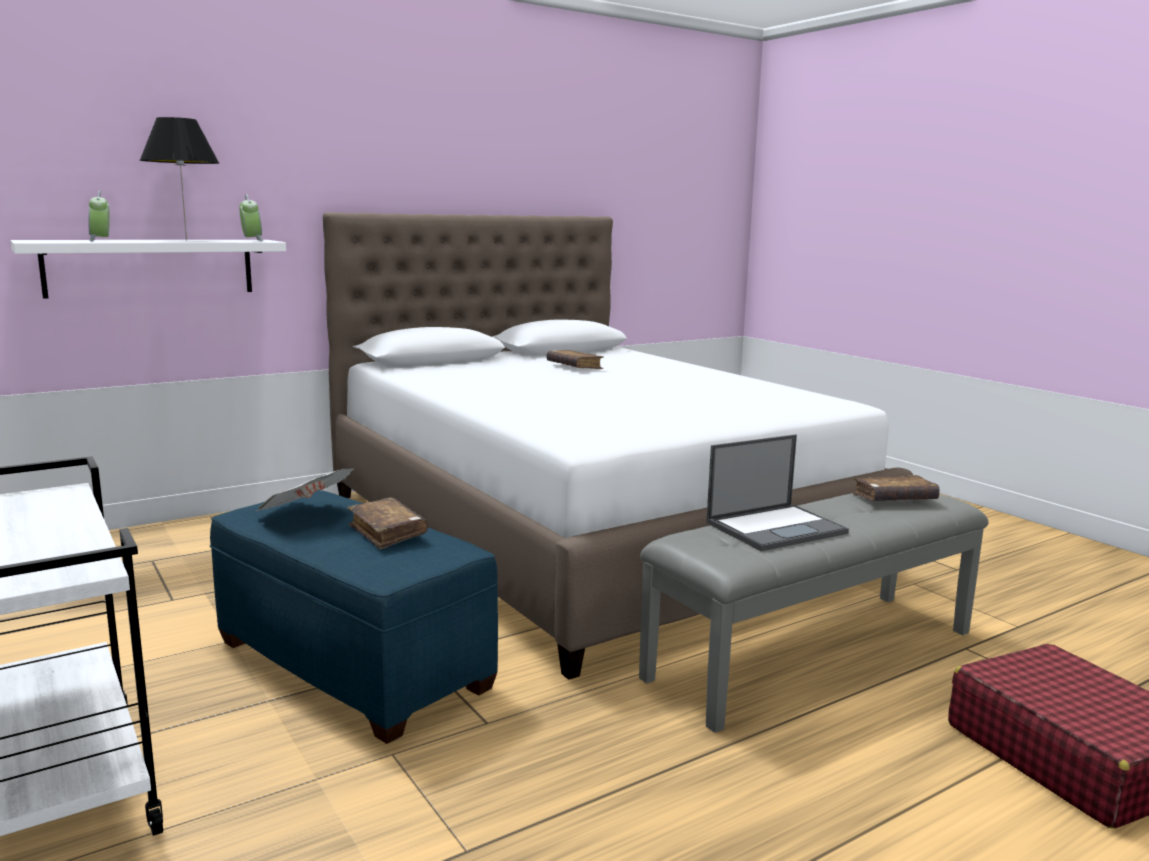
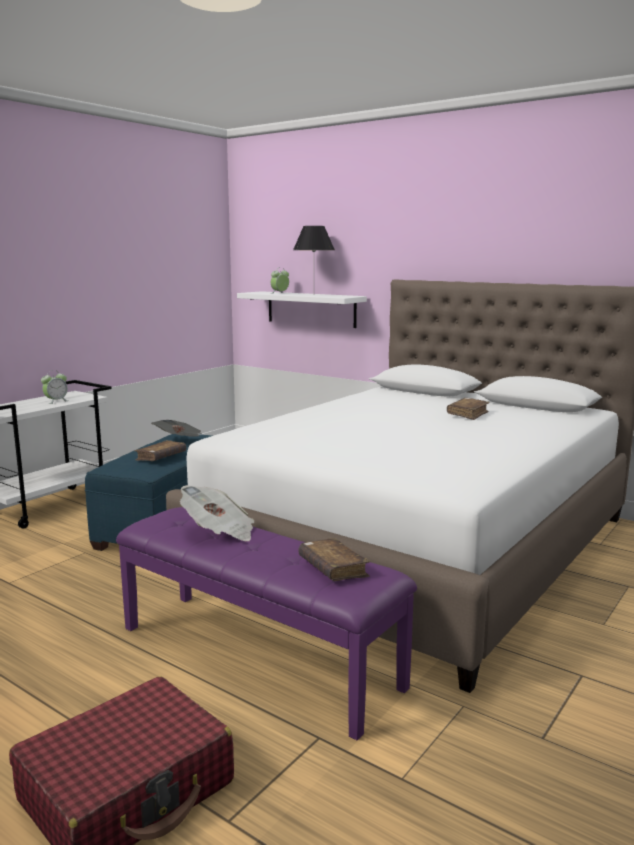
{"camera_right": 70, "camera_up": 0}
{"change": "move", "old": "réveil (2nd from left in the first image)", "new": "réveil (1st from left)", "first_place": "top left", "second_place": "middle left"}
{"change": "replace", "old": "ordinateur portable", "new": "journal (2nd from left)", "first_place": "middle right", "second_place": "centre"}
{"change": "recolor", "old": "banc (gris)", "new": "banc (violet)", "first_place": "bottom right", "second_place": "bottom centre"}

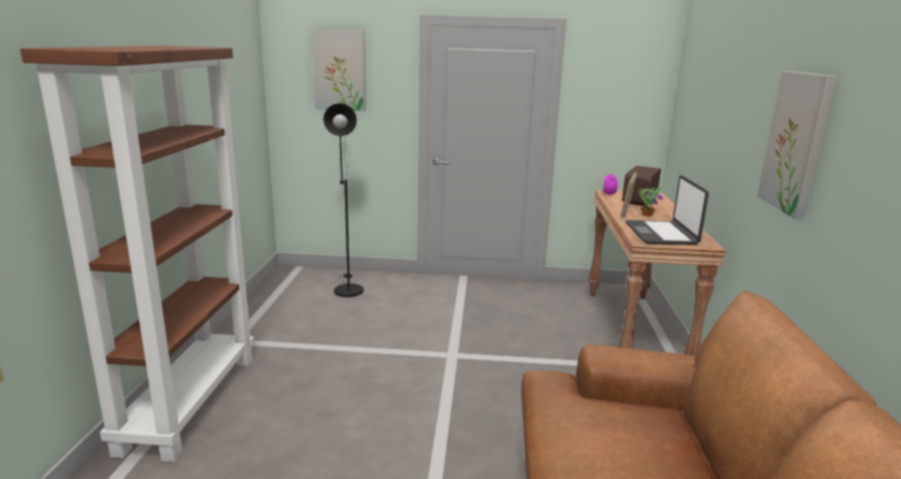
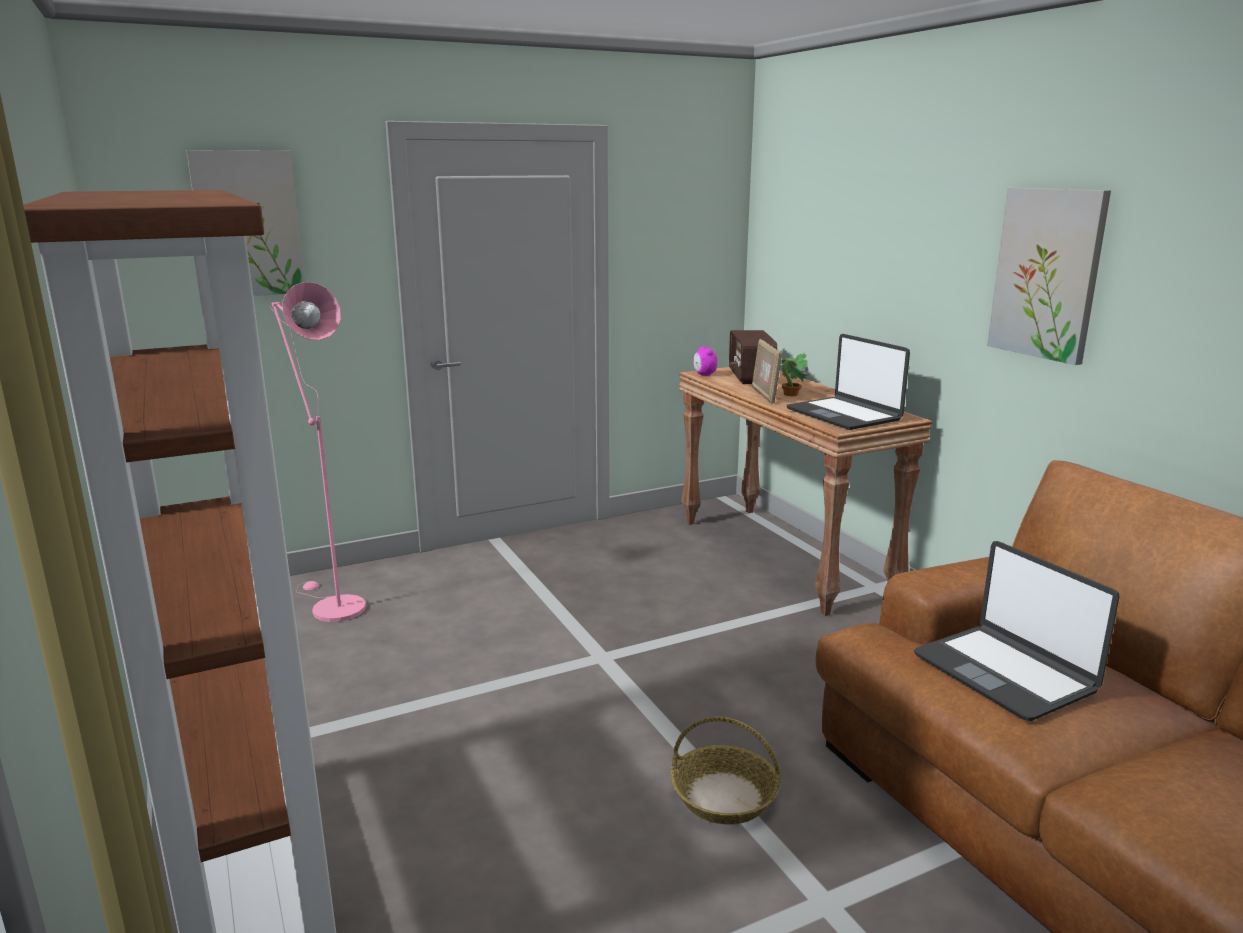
{"camera_right": -30, "camera_up": 0}
{"change": "insert", "new": "panier", "second_place": "bottom centre"}
{"change": "insert", "new": "ordinateur portable (2nd from left)", "second_place": "bottom right"}
{"change": "recolor", "old": "lampadaire (noir)", "new": "lampadaire (rose)", "first_place": "centre", "second_place": "middle left"}

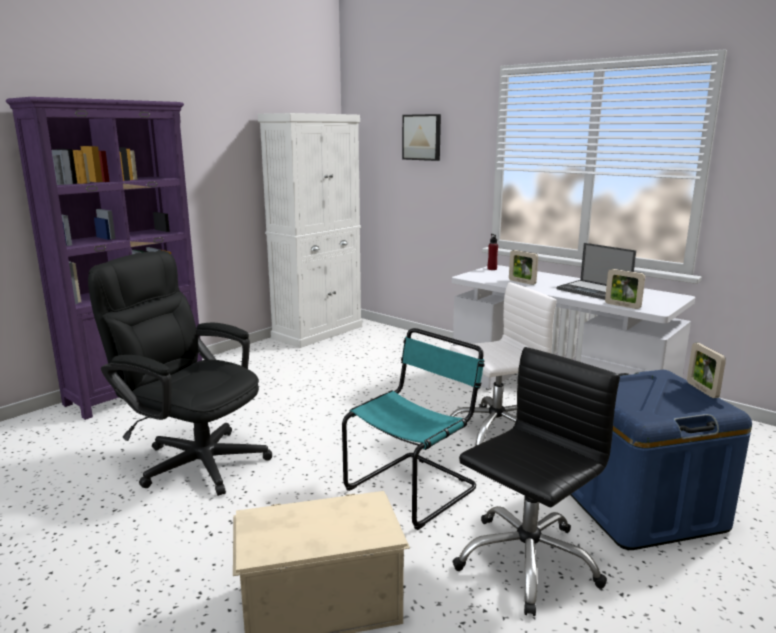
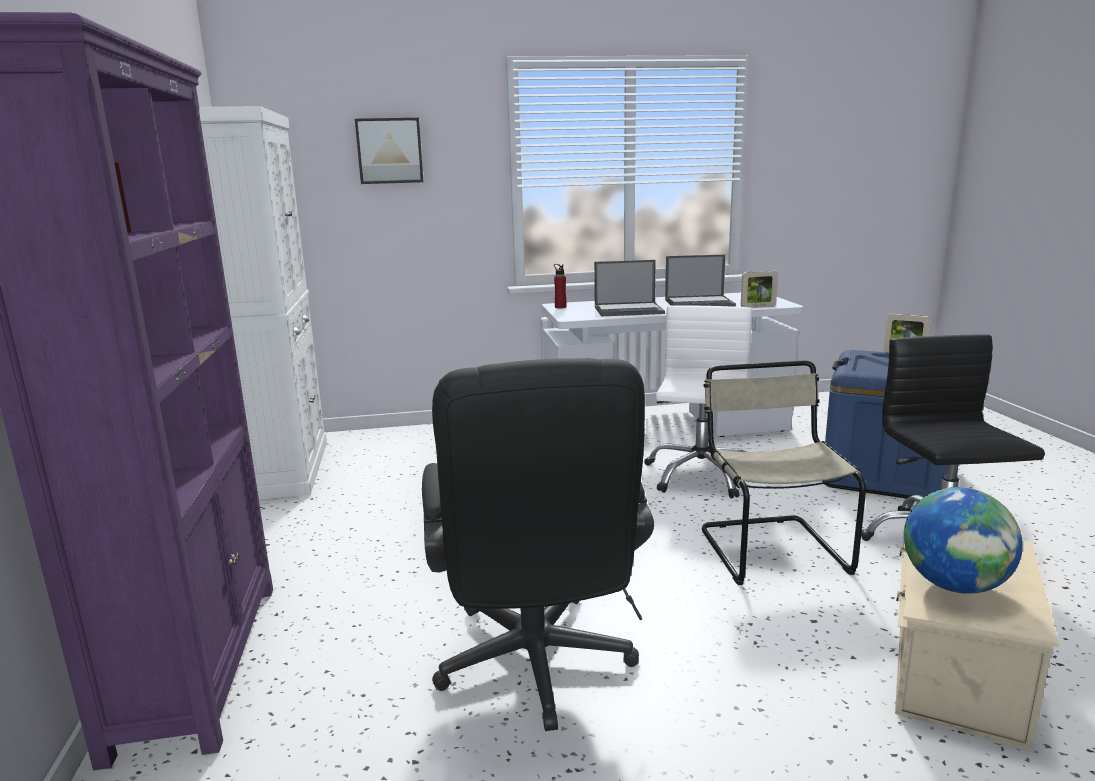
{"camera_right": -50, "camera_up": 0}
{"change": "insert", "new": "globe", "second_place": "bottom right"}
{"change": "replace", "old": "cadre photo (1st from left)", "new": "ordinateur portable (1st from left)", "first_place": "middle right", "second_place": "centre"}
{"change": "recolor", "old": "chaise (turquoise)", "new": "chaise (beige)", "first_place": "bottom centre", "second_place": "middle right"}
{"change": "rotate", "old": "chaise de bureau (noir) (1st from left)", "first_place": "middle left", "second_place": "bottom centre", "degrees": -75}

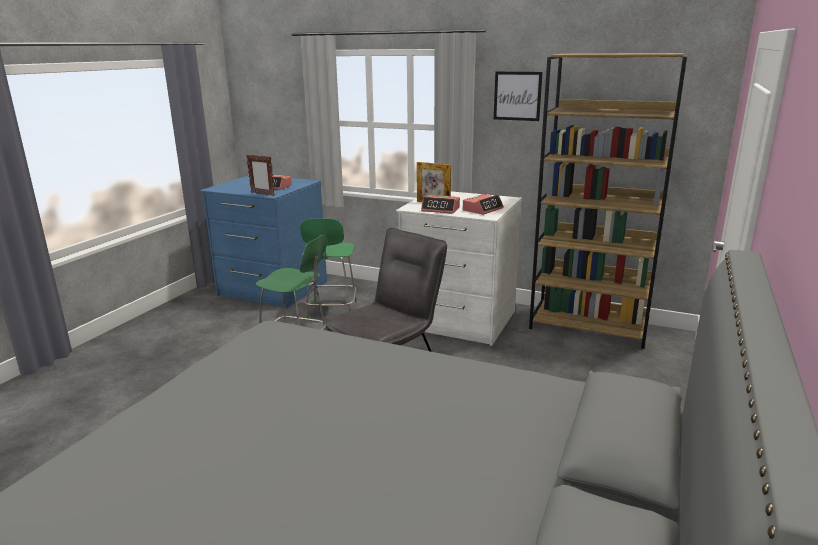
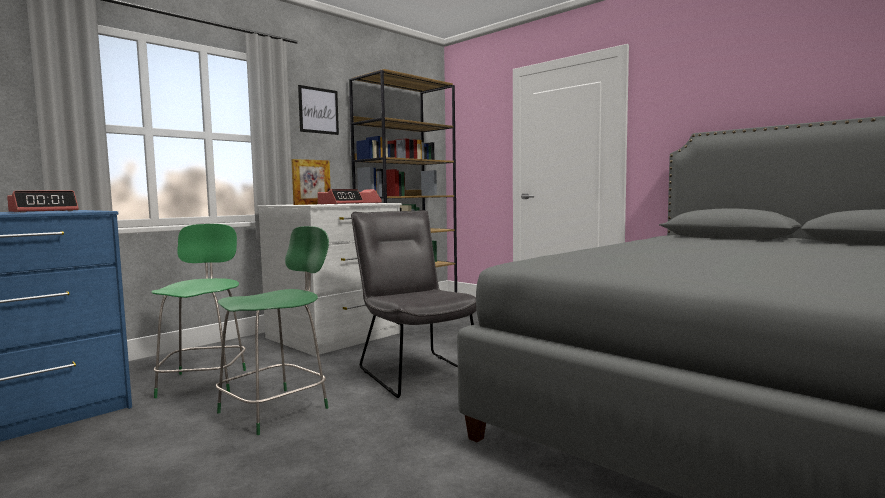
{"camera_right": -70, "camera_up": -15}
{"change": "delete", "old": "cadre photo (1st from left)", "first_place": "top left"}
{"change": "rotate", "old": "chaise (vert) (2nd from left in the first image)", "first_place": "centre", "second_place": "middle left", "degrees": -120}

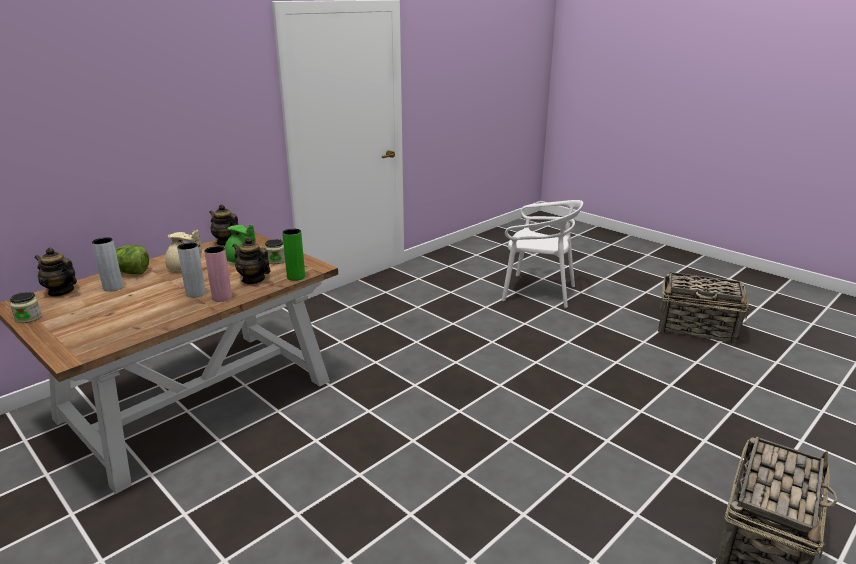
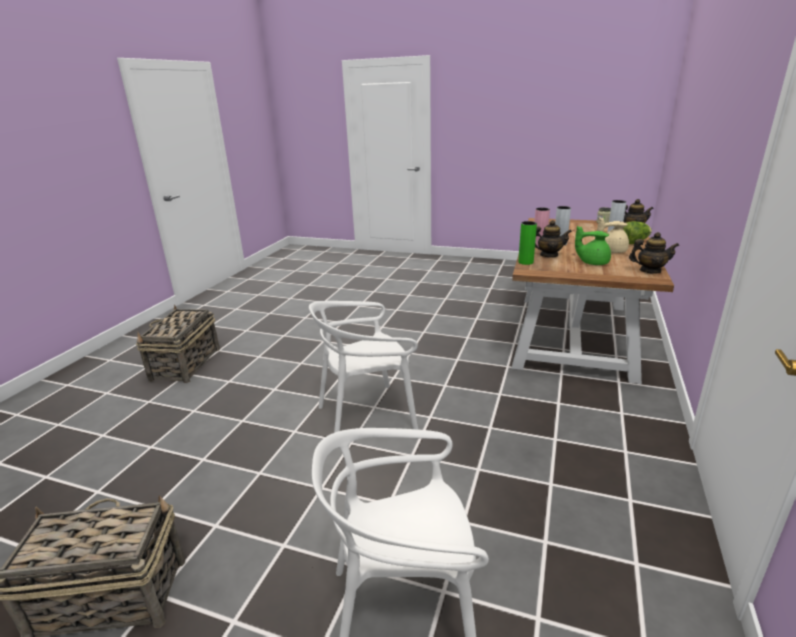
{"camera_right": 155, "camera_up": 0}
{"change": "delete", "old": "bocal (2nd from left)", "first_place": "middle left"}
{"change": "insert", "new": "chaise (blanc) (1st from left)", "second_place": "centre"}

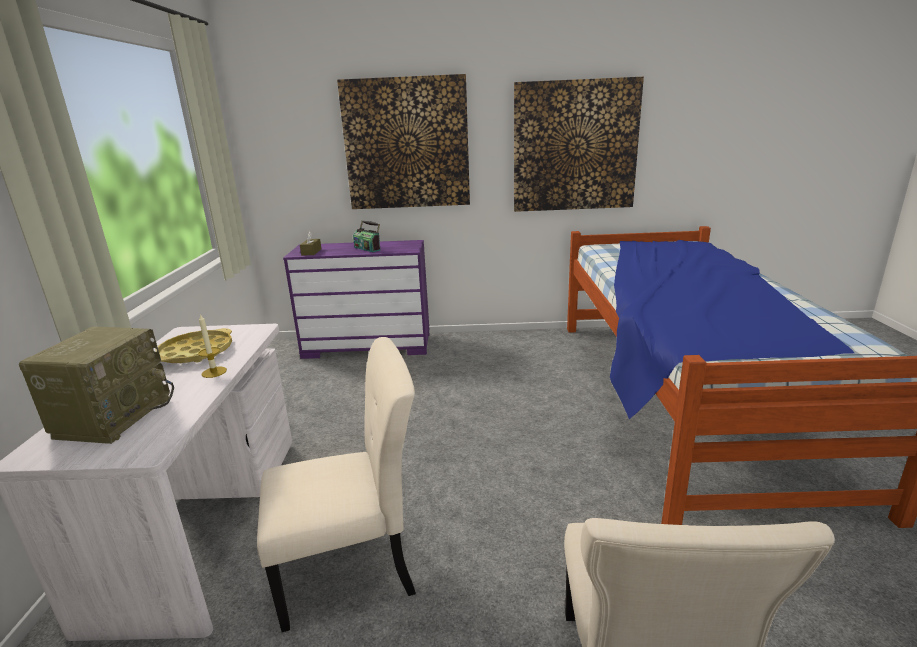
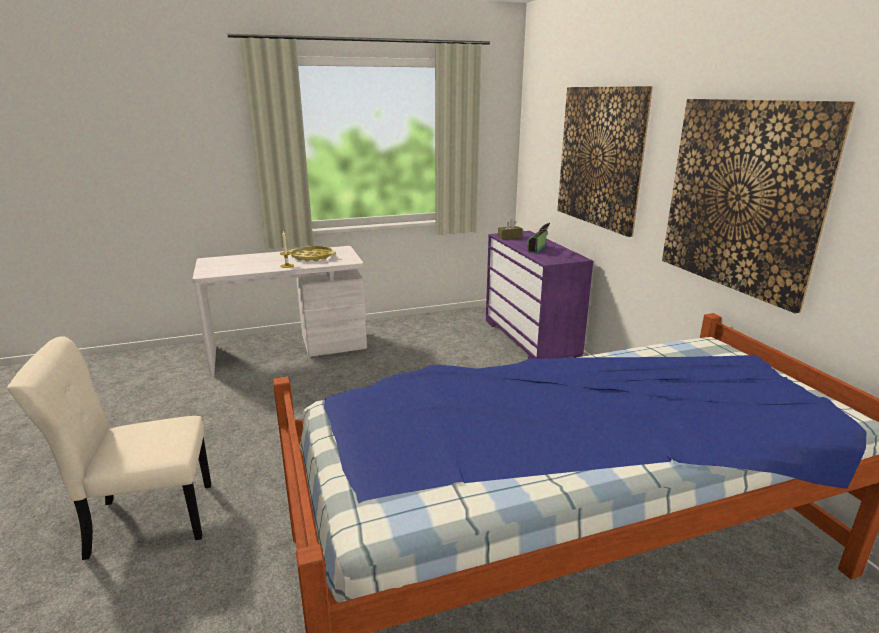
{"camera_right": 70, "camera_up": 0}
{"change": "delete", "old": "radio (1st from left)", "first_place": "middle left"}
{"change": "delete", "old": "chaise (beige) (1st from left)", "first_place": "bottom centre"}

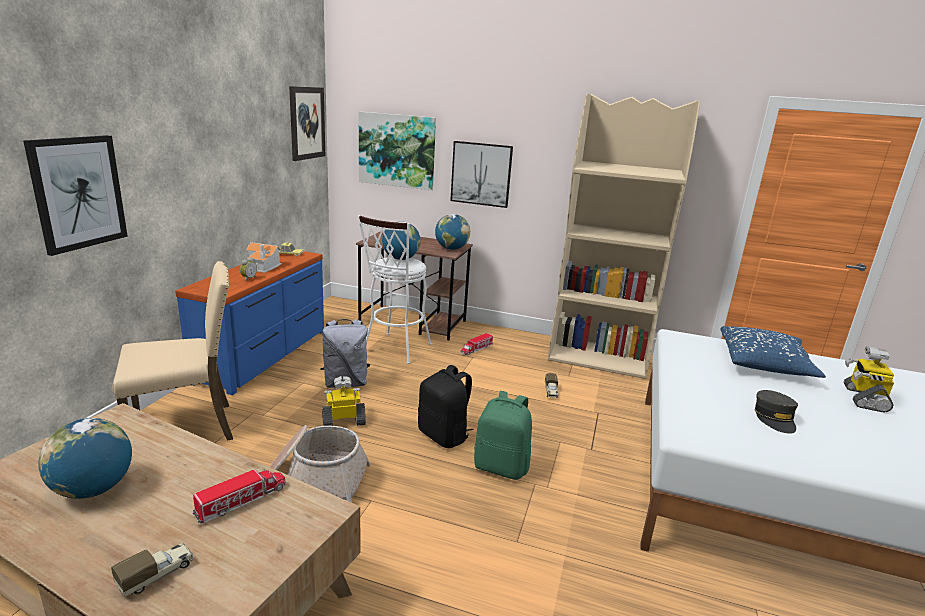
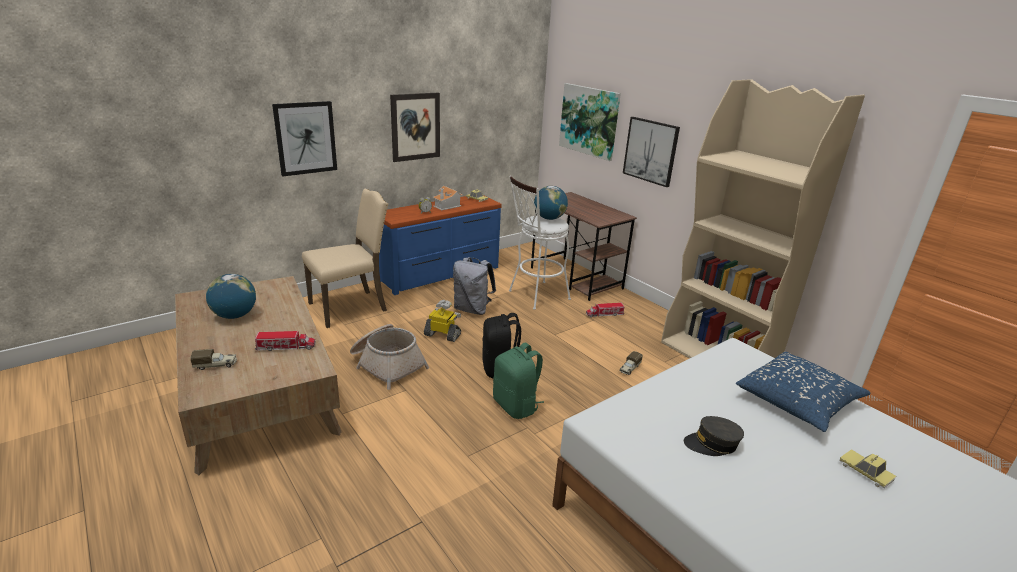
{"camera_right": 35, "camera_up": 5}
{"change": "delete", "old": "globe (3rd from left)", "first_place": "centre"}
{"change": "move", "old": "tableau (2nd from left)", "first_place": "top left", "second_place": "top centre"}
{"change": "replace", "old": "robot jouet (2nd from left)", "new": "petite voiture (2nd from left)", "first_place": "middle right", "second_place": "bottom right"}
{"change": "rotate", "old": "chaise (beige)", "first_place": "middle left", "second_place": "centre", "degrees": -45}
{"change": "rotate", "old": "casquette (gris)", "first_place": "bottom right", "second_place": "bottom right", "degrees": 45}

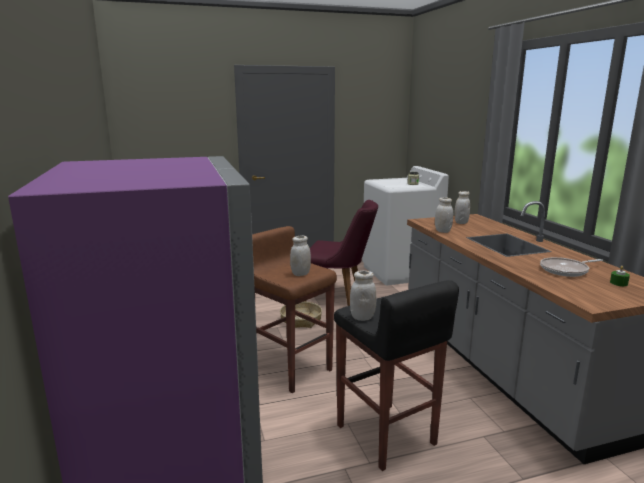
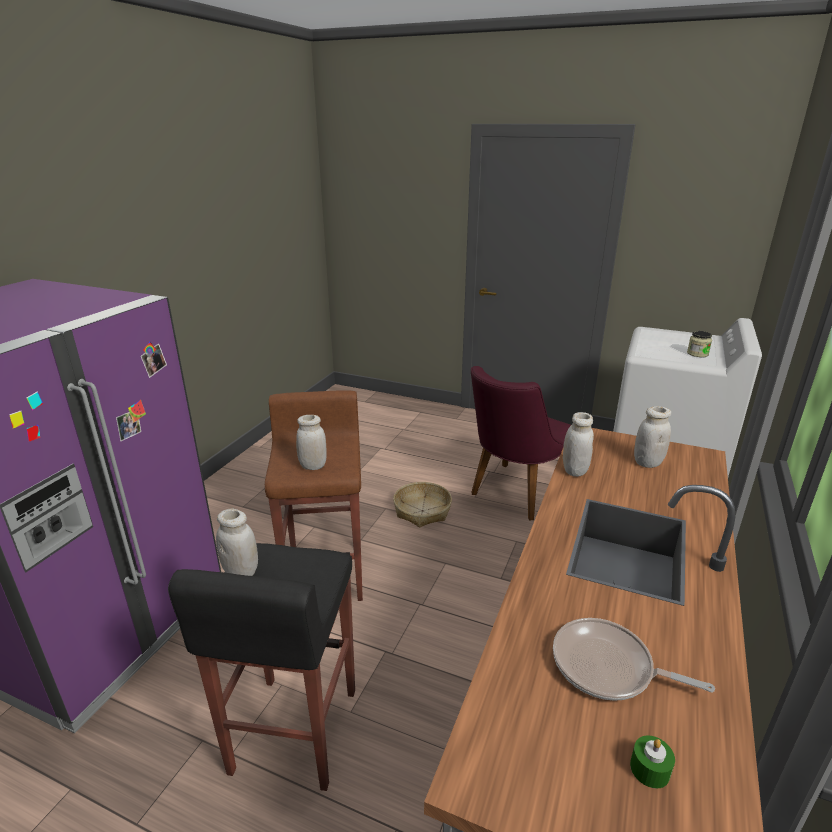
{"camera_right": 40, "camera_up": 10}
{"change": "rotate", "old": "chaise (violet)", "first_place": "centre", "second_place": "centre", "degrees": 75}

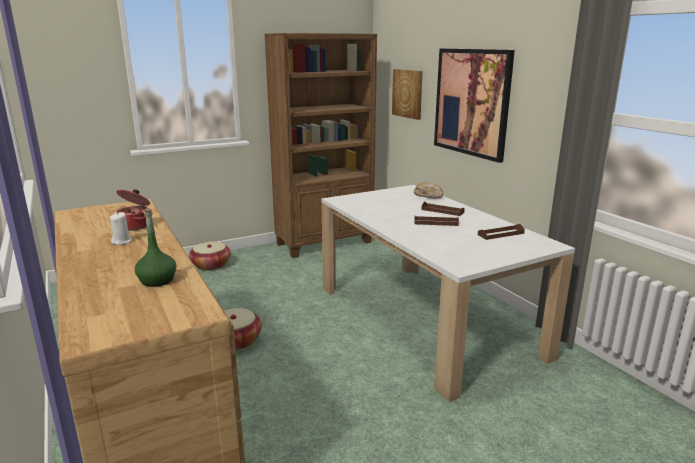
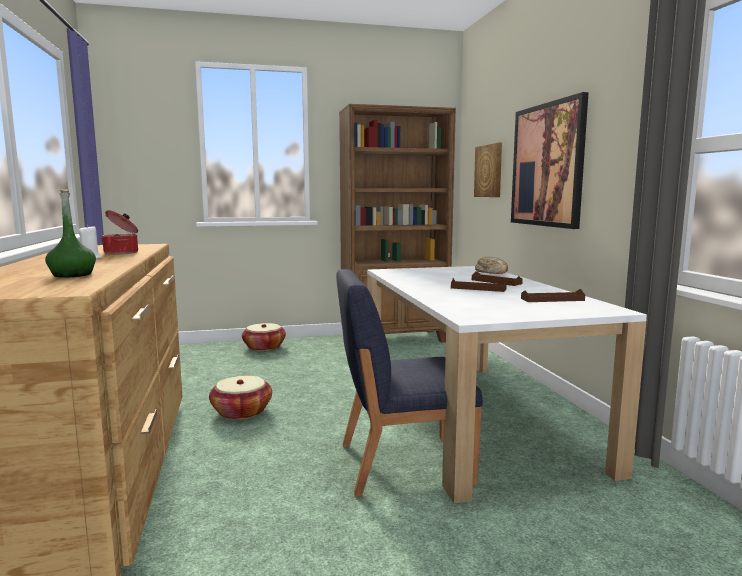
{"camera_right": 15, "camera_up": -10}
{"change": "insert", "new": "chaise (bleu)", "second_place": "centre"}

